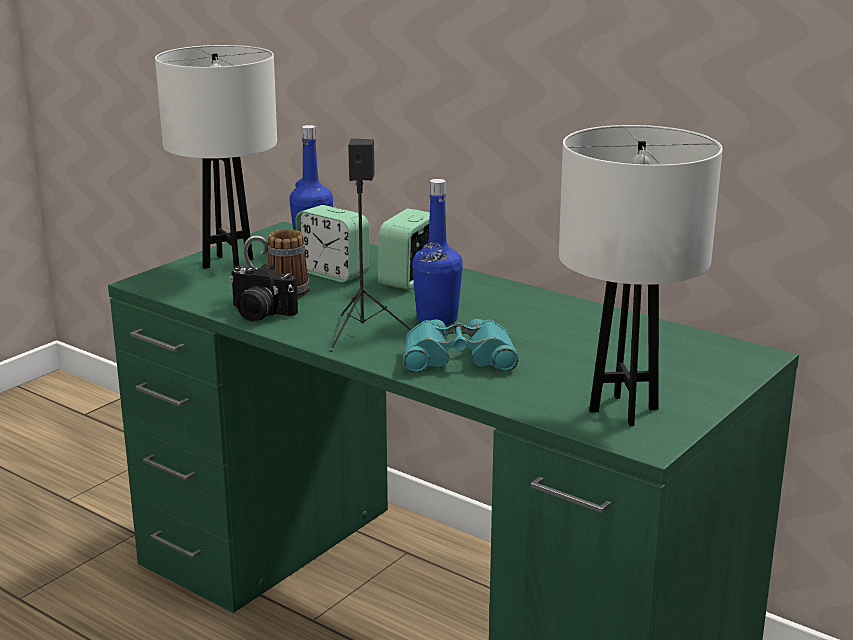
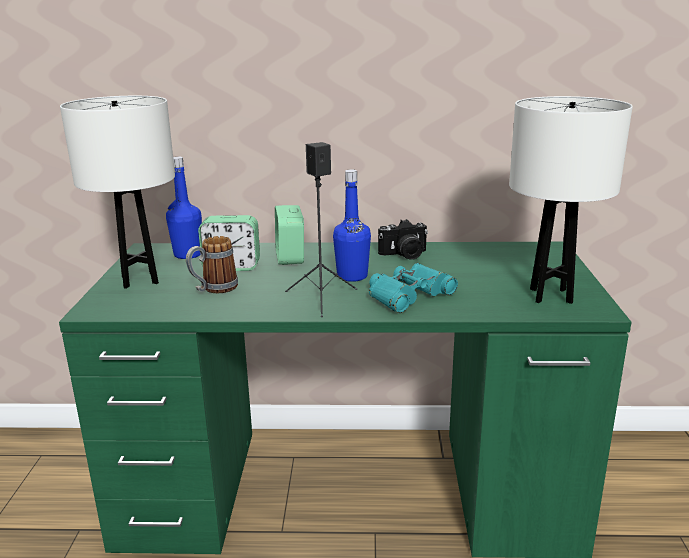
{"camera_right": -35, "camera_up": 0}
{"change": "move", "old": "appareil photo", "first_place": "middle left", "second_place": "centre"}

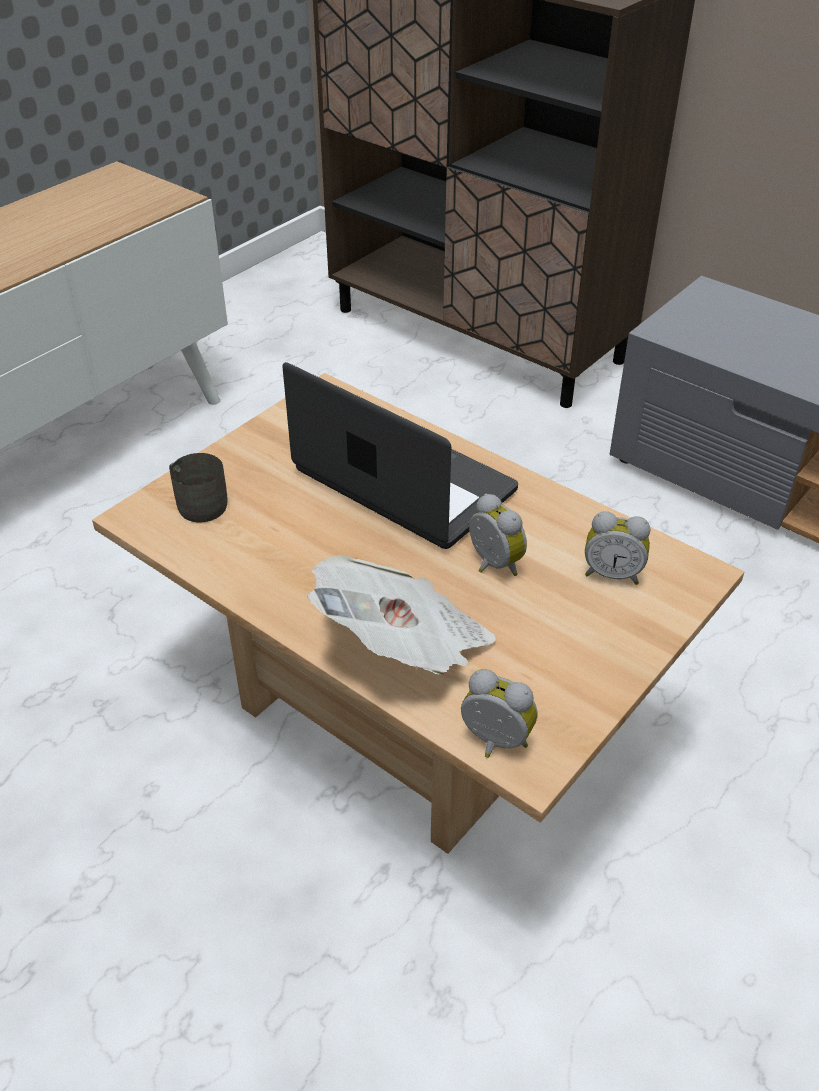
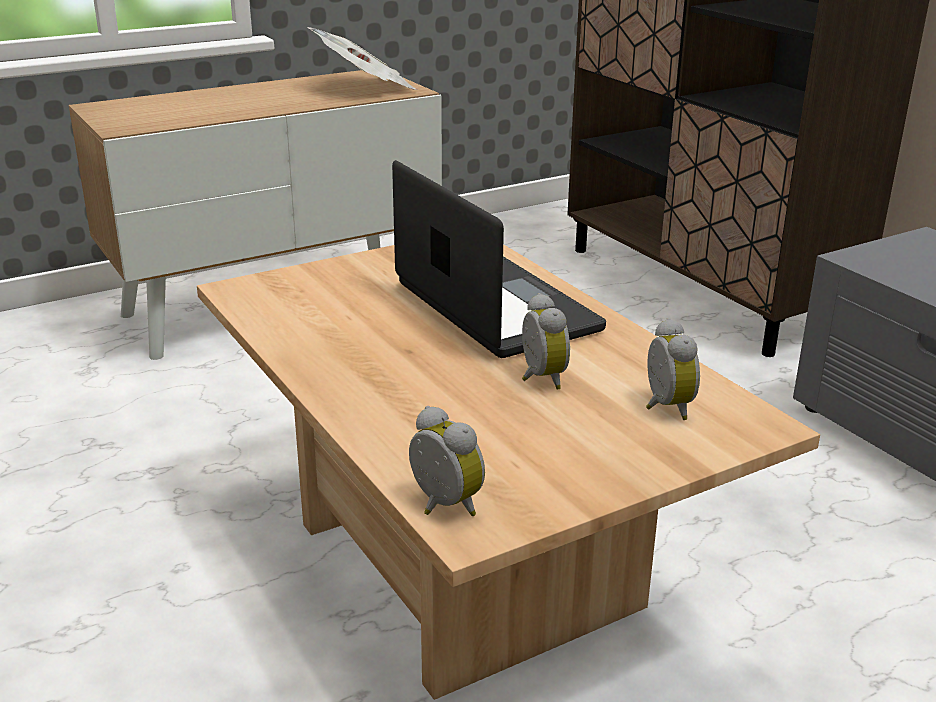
{"camera_right": 20, "camera_up": -15}
{"change": "delete", "old": "mug (gris)", "first_place": "middle left"}
{"change": "move", "old": "journal", "first_place": "centre", "second_place": "top centre"}
{"change": "rotate", "old": "réveil (3rd from left)", "first_place": "middle right", "second_place": "middle right", "degrees": -135}

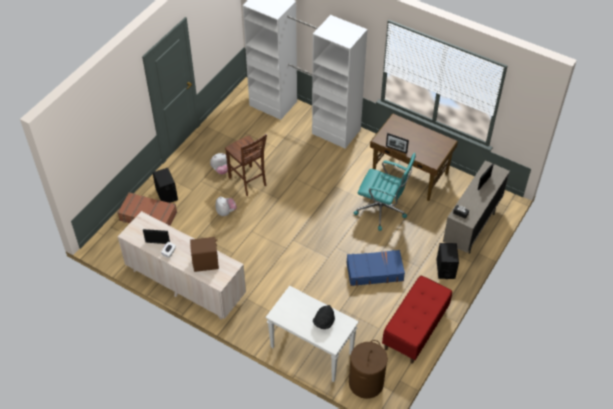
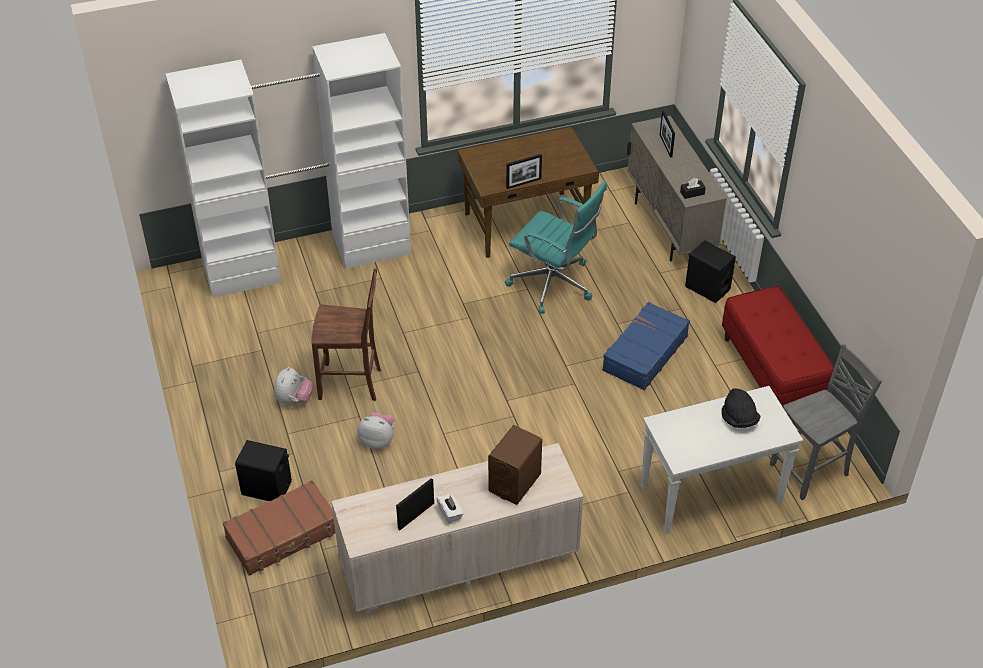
{"camera_right": -50, "camera_up": -5}
{"change": "replace", "old": "panier à linge (marron)", "new": "chaise (gris)", "first_place": "bottom centre", "second_place": "middle right"}
{"change": "rotate", "old": "chaise de bureau (turquoise)", "first_place": "centre", "second_place": "centre", "degrees": 60}

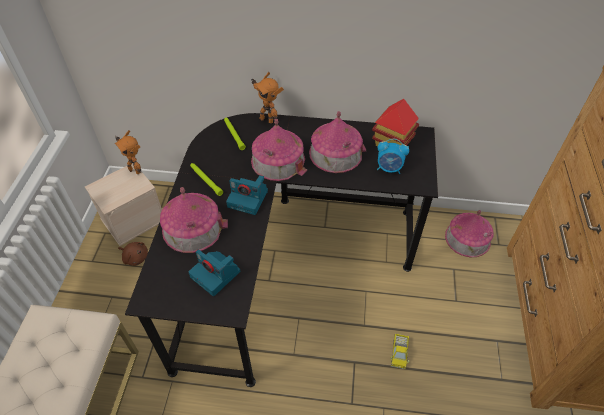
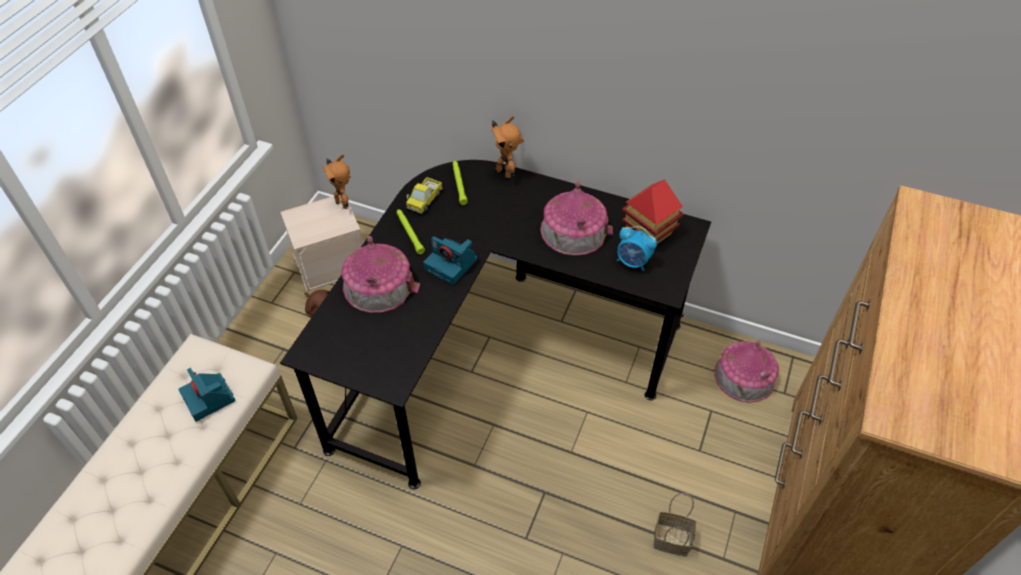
{"camera_right": 15, "camera_up": 0}
{"change": "delete", "old": "maison miniature (2nd from left)", "first_place": "centre"}
{"change": "insert", "new": "panier", "second_place": "bottom centre"}
{"change": "move", "old": "appareil photo (1st from left)", "first_place": "centre", "second_place": "bottom left"}
{"change": "move", "old": "camion jouet", "first_place": "bottom centre", "second_place": "centre"}

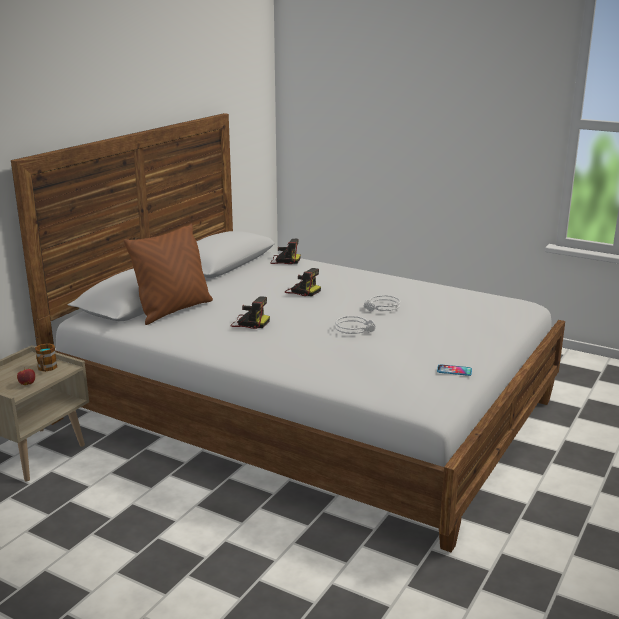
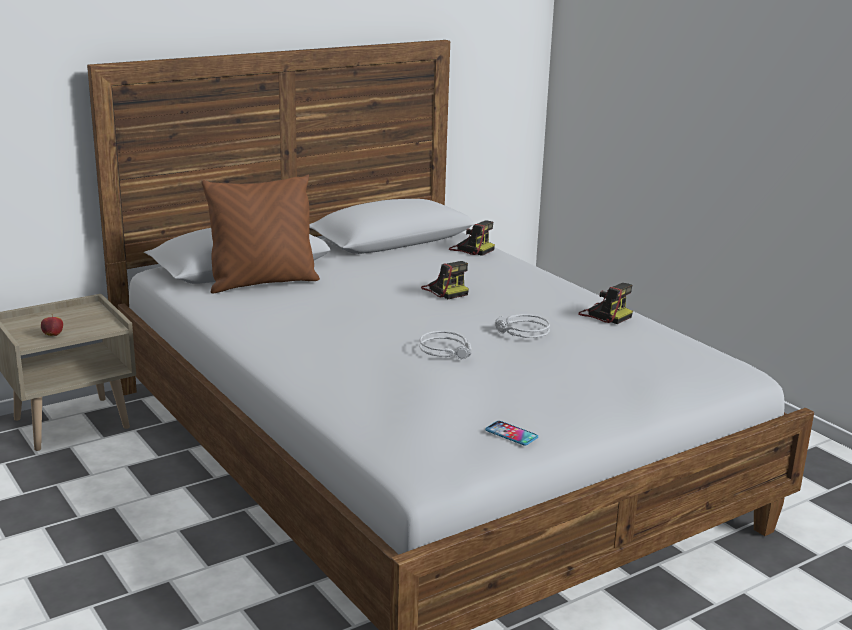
{"camera_right": 25, "camera_up": 0}
{"change": "delete", "old": "mug", "first_place": "middle left"}
{"change": "move", "old": "appareil photo (1st from left in the first image)", "new": "appareil photo (3rd from left)", "first_place": "centre", "second_place": "middle right"}

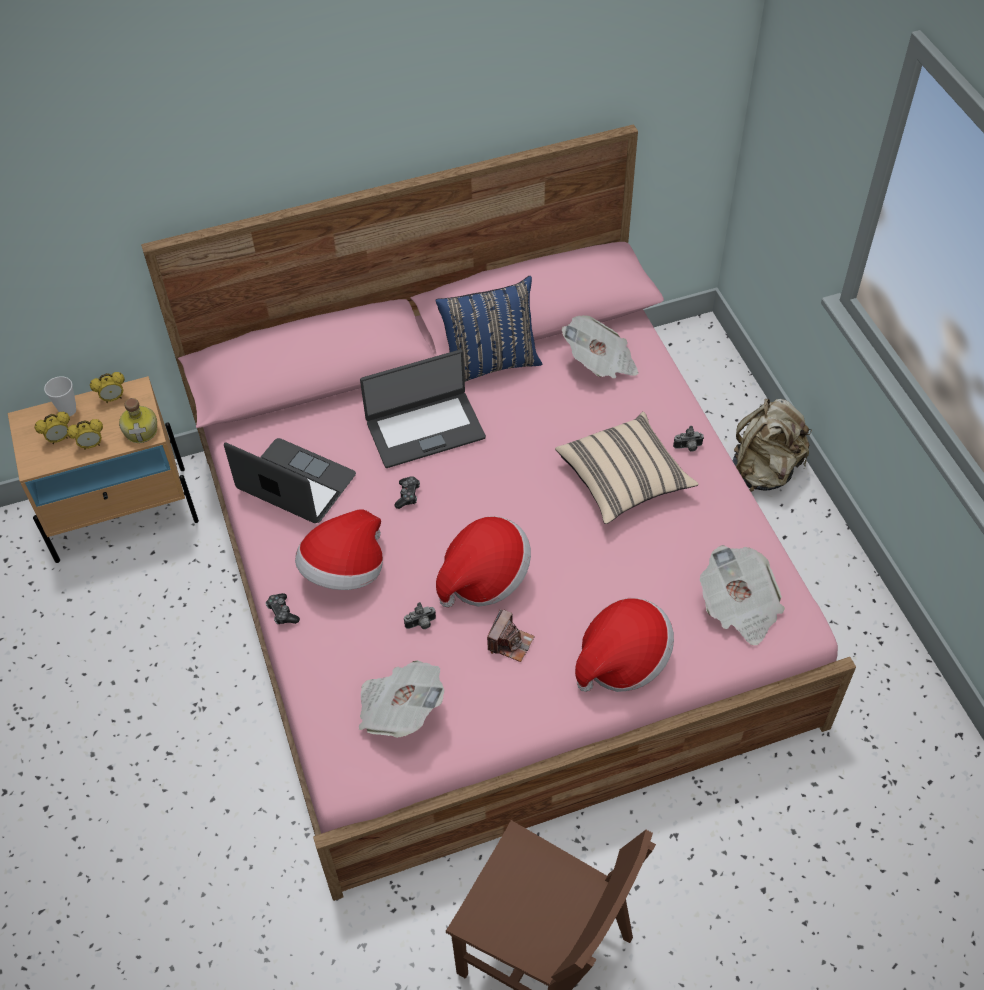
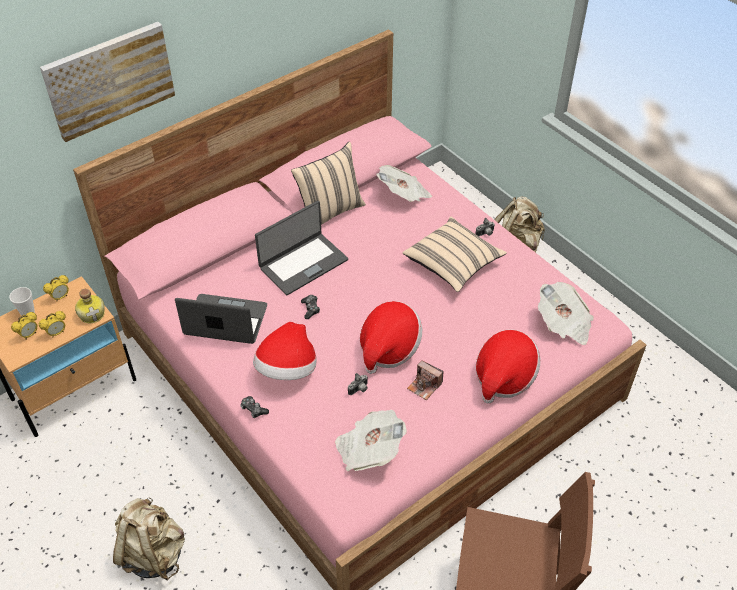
{"camera_right": -20, "camera_up": -5}
{"change": "insert", "new": "tableau", "second_place": "top left"}
{"change": "insert", "new": "sac à dos (beige) (1st from left)", "second_place": "bottom left"}
{"change": "recolor", "old": "coussin (bleu)", "new": "coussin (beige) (1st from left)", "first_place": "top centre", "second_place": "top centre"}
{"change": "rotate", "old": "appareil photo (2nd from left)", "first_place": "centre", "second_place": "centre", "degrees": 120}

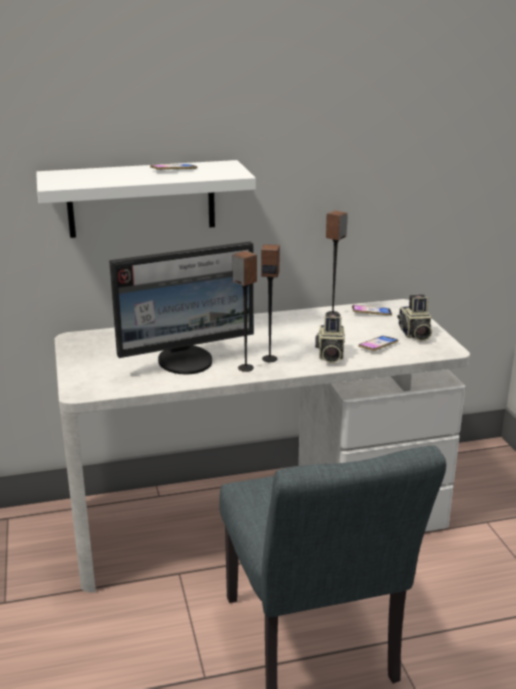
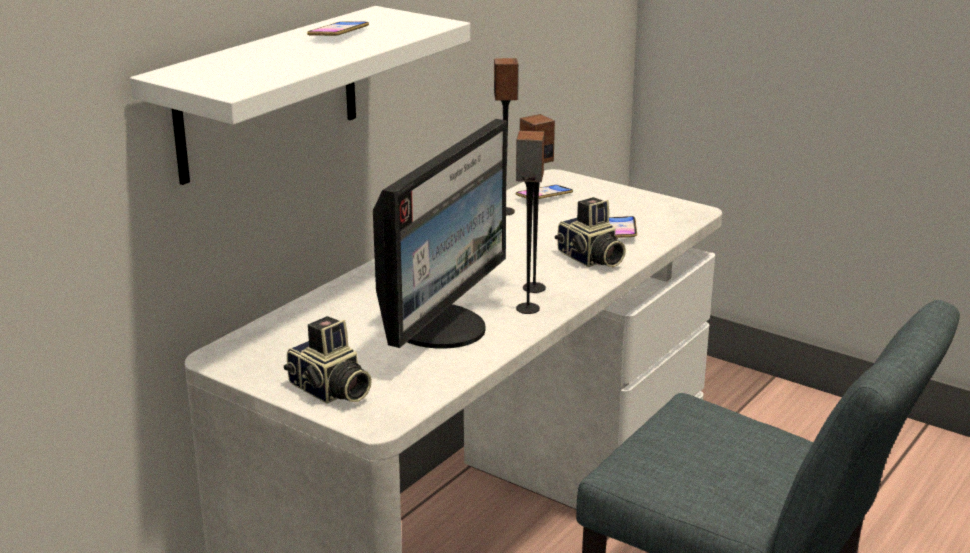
{"camera_right": -40, "camera_up": 0}
{"change": "move", "old": "appareil photo (2nd from left in the first image)", "new": "appareil photo (1st from left)", "first_place": "middle right", "second_place": "centre"}

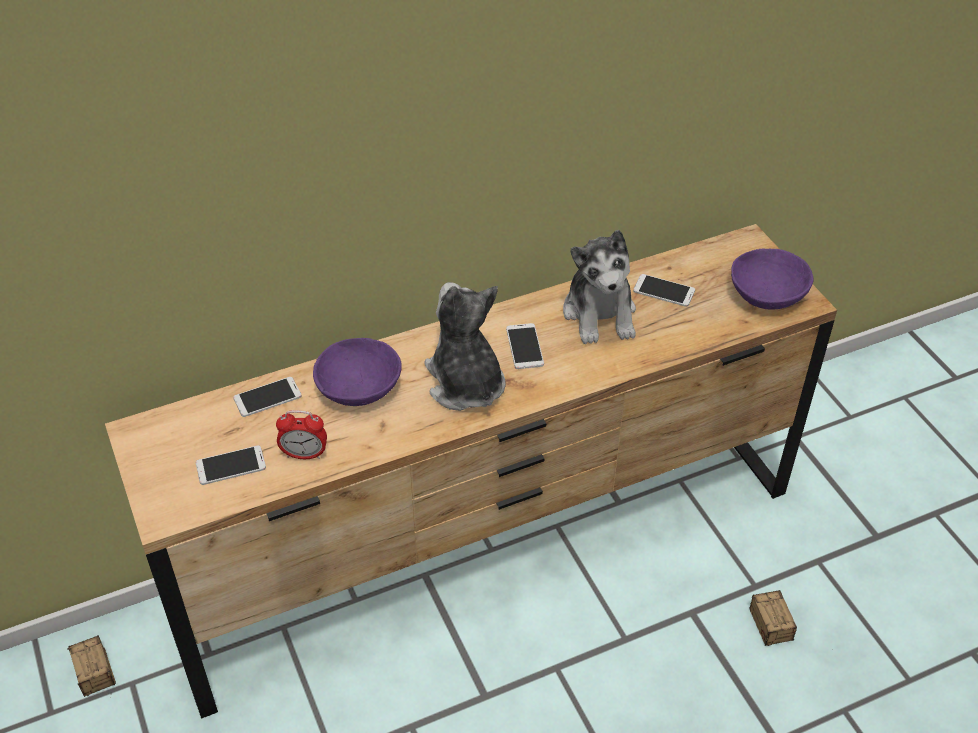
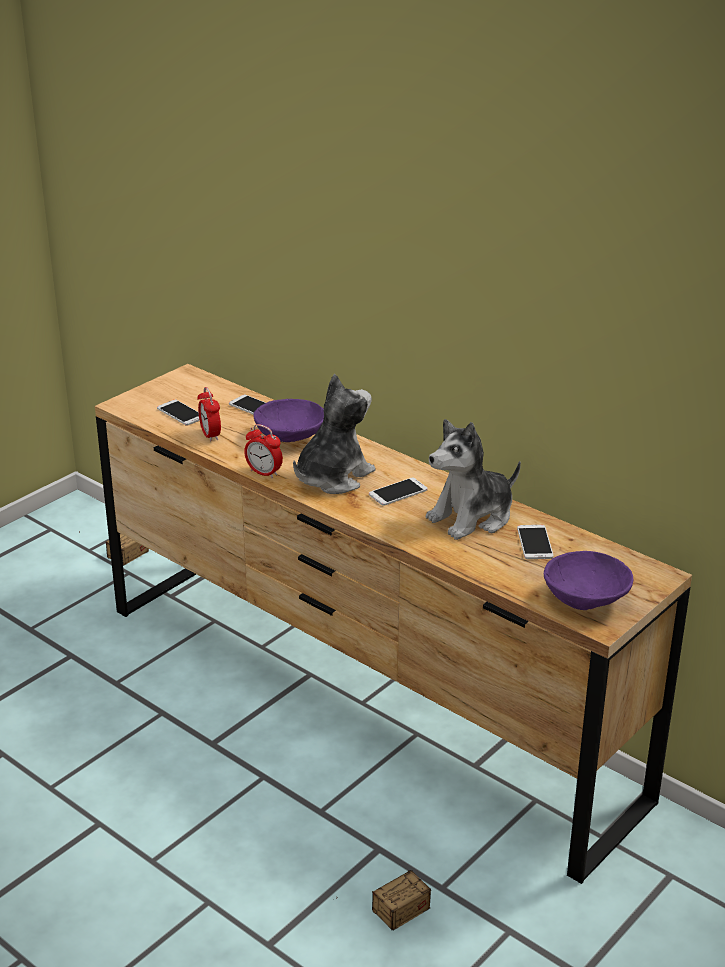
{"camera_right": 65, "camera_up": -15}
{"change": "insert", "new": "réveil (2nd from left)", "second_place": "centre"}

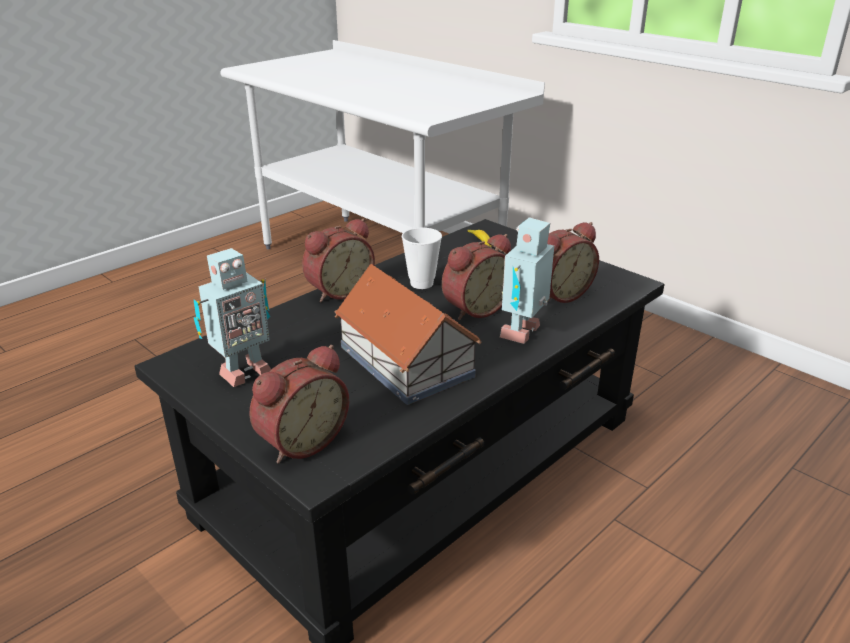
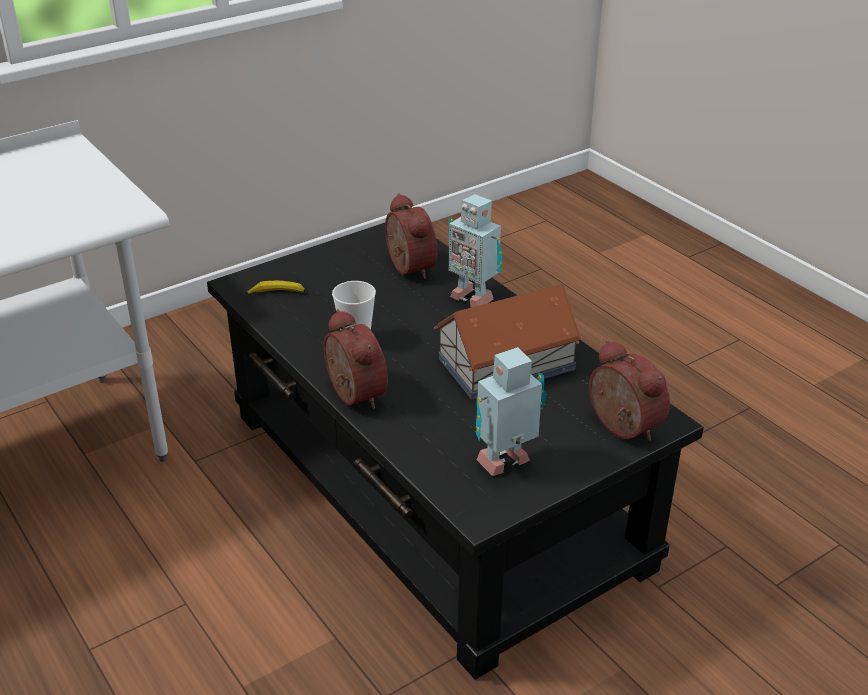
{"camera_right": -80, "camera_up": 5}
{"change": "delete", "old": "réveil (3rd from left)", "first_place": "centre"}
{"change": "rotate", "old": "robot jouet (1st from left in the first image)", "first_place": "middle left", "second_place": "centre", "degrees": -90}

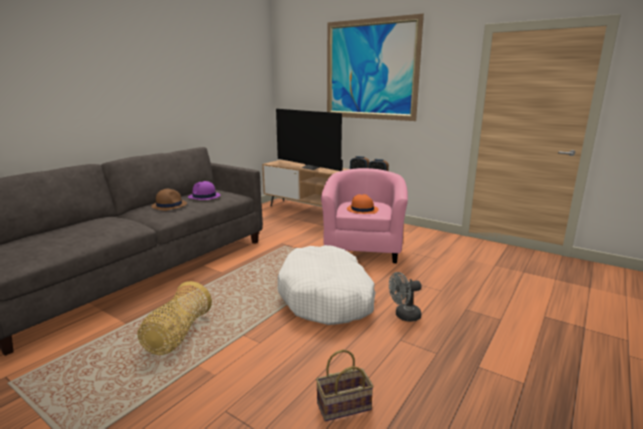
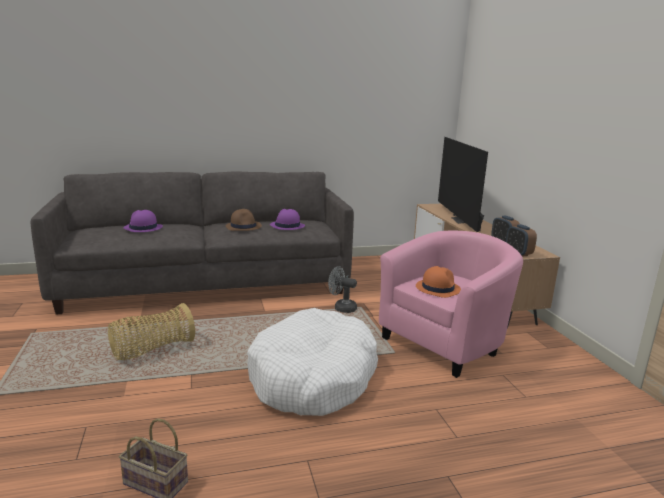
{"camera_right": 40, "camera_up": 0}
{"change": "delete", "old": "tableau", "first_place": "top centre"}
{"change": "insert", "new": "chapeau (violet) (1st from left)", "second_place": "middle left"}
{"change": "move", "old": "ventilateur (gris)", "first_place": "bottom centre", "second_place": "centre"}

